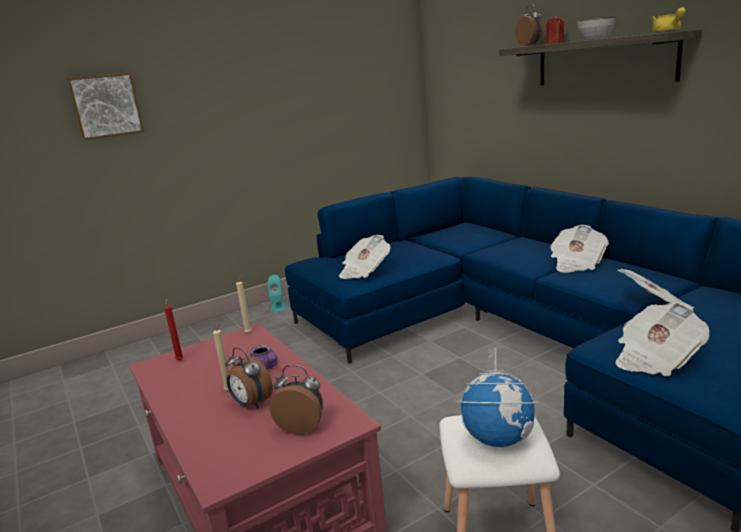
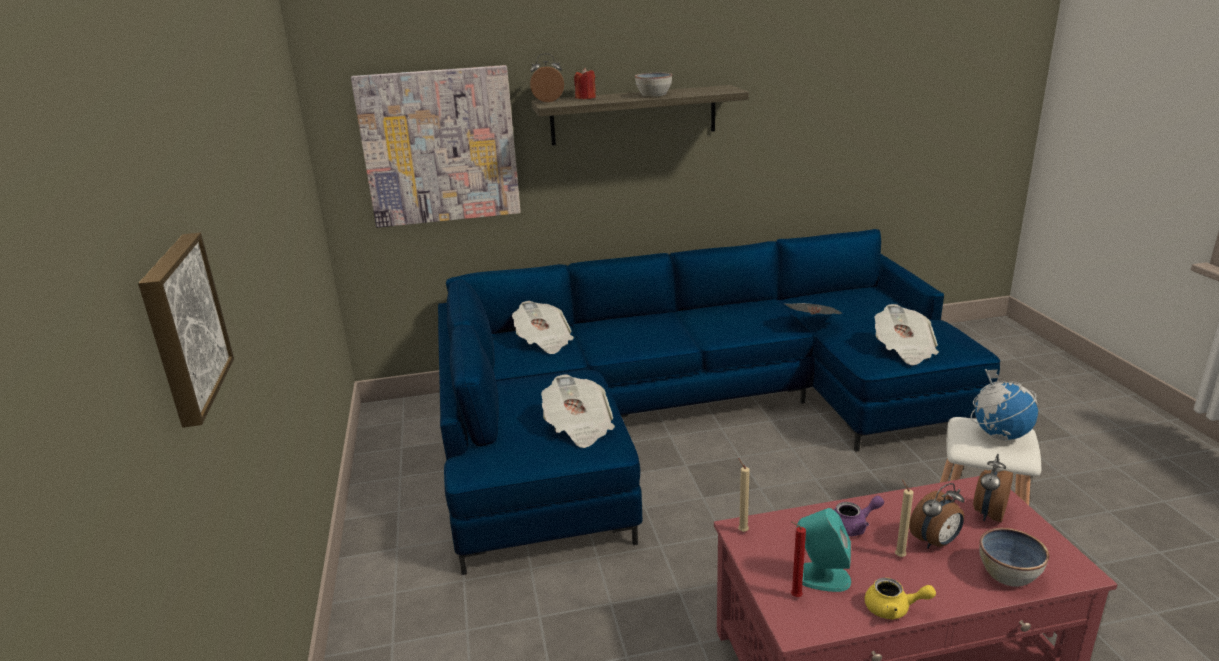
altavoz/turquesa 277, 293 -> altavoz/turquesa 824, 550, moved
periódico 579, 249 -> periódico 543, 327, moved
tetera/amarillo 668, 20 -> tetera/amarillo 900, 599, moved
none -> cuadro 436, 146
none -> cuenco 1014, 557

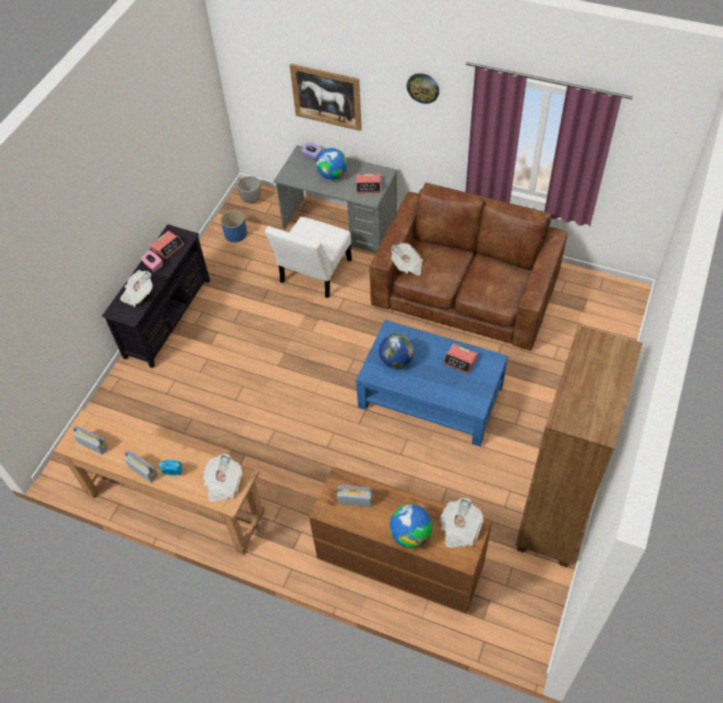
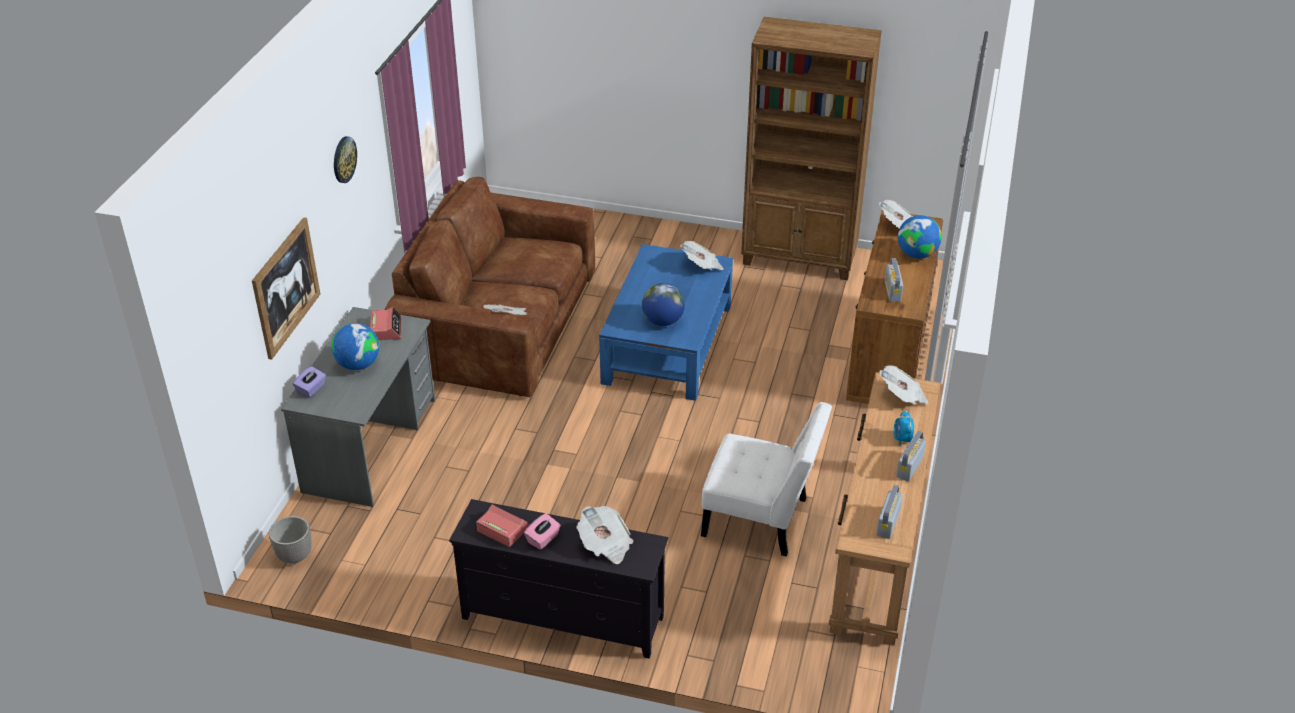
maceta/azul 234, 226 -> none
silla/blanco 308, 257 -> silla/blanco 766, 479, moved
despertador 460, 359 -> none
none -> periódico 702, 255

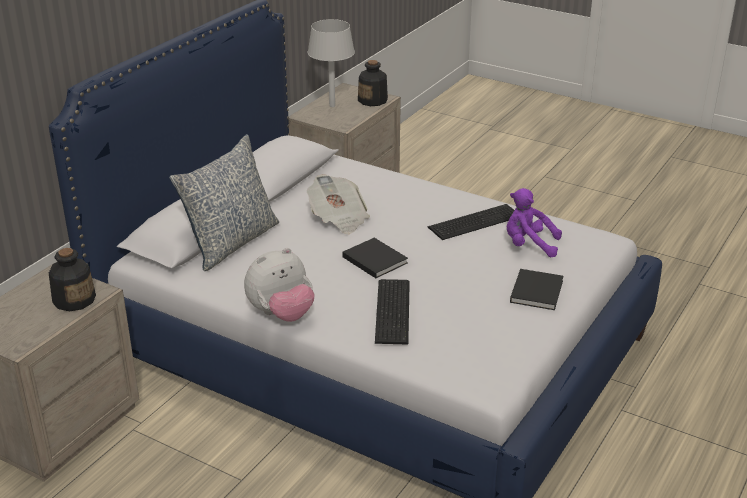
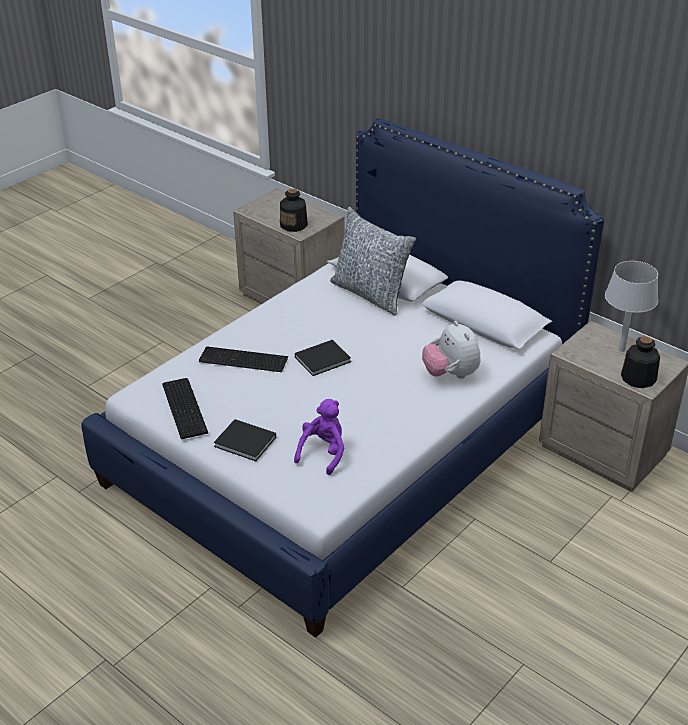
peluche 279, 285 -> peluche 451, 350, moved
periódico 338, 204 -> none
teclado 471, 222 -> teclado 185, 408, moved

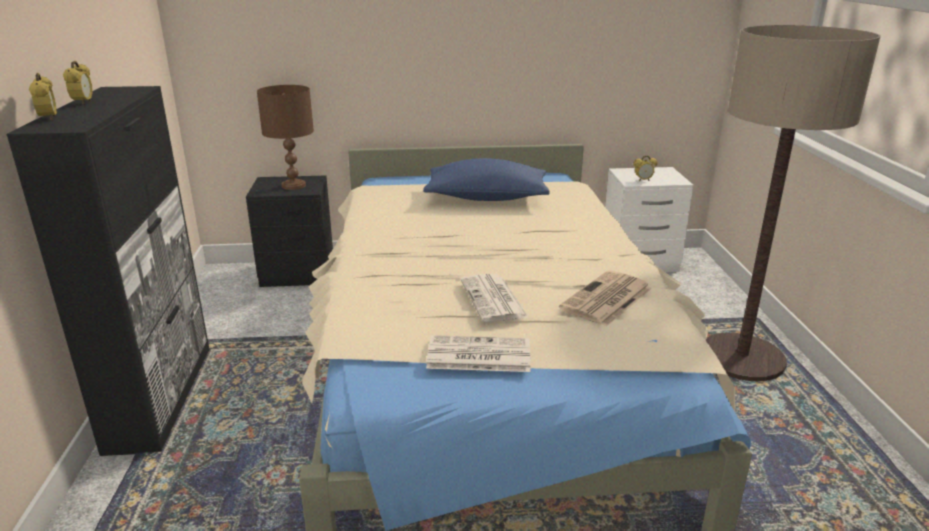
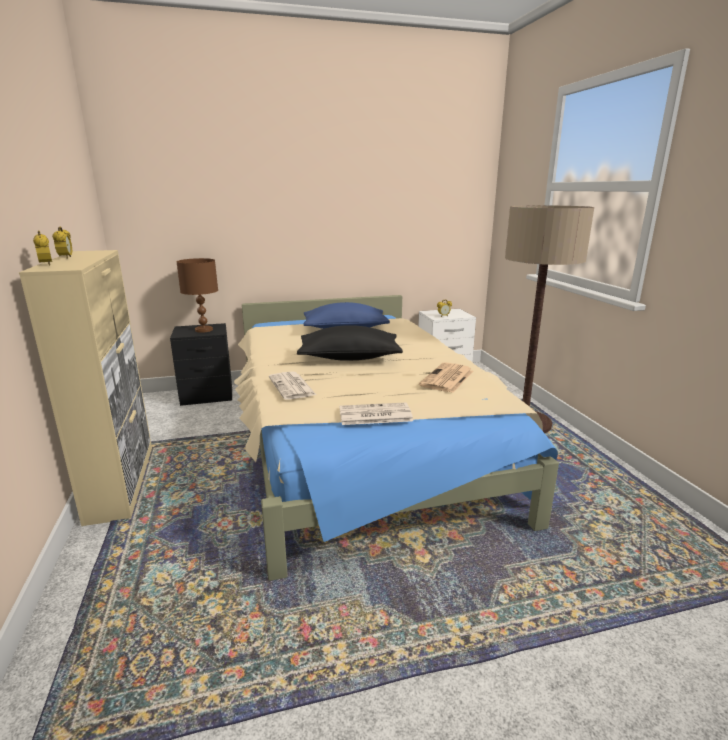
armario/negro 107, 271 -> armario/beis 85, 388
periódico 494, 298 -> periódico 292, 386, moved
none -> cojín/negro 350, 342

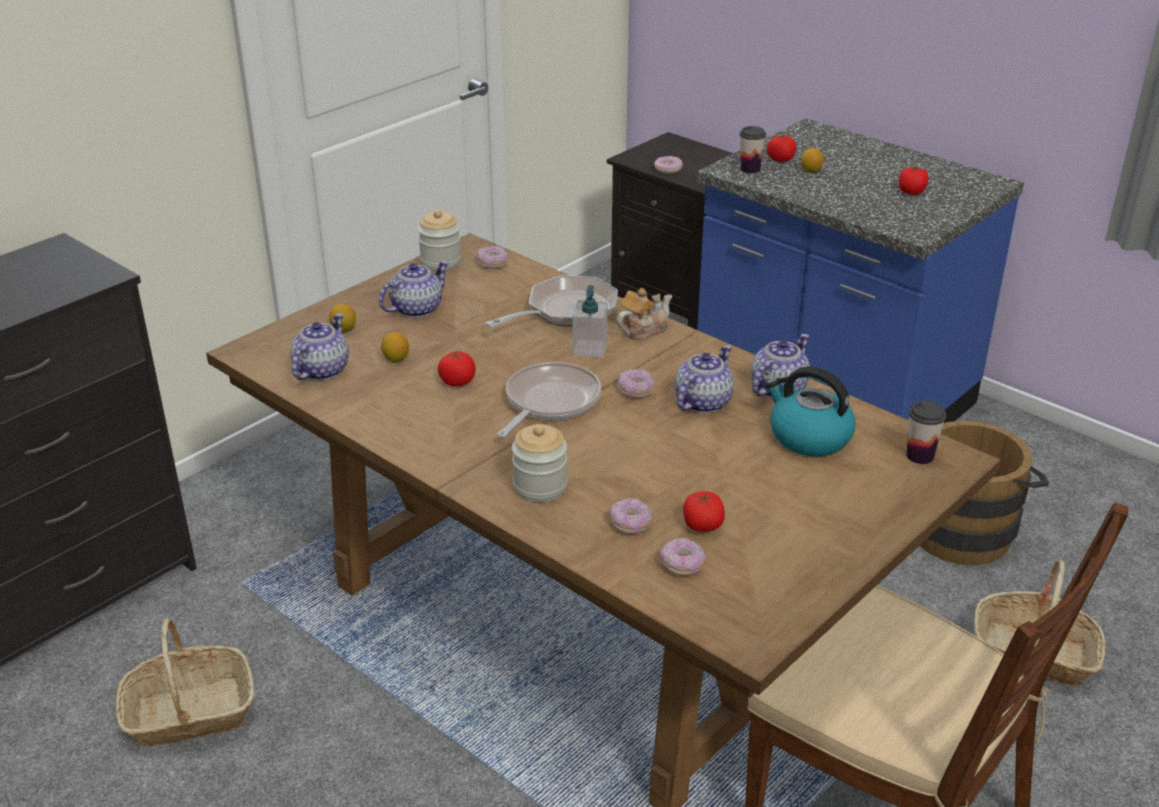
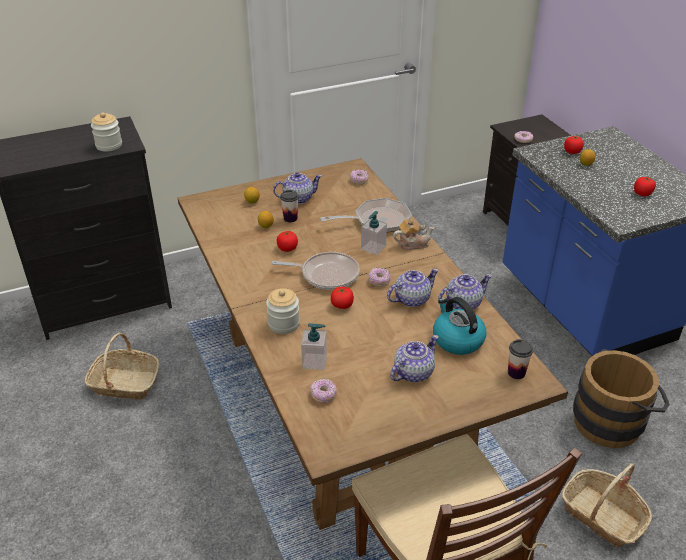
tetera 319, 346 -> tetera 414, 358, moved
tarro 440, 240 -> tarro 106, 132, moved
sartén 549, 400 -> sartén 316, 271, 45 degrees clockwise
rosquilla 631, 516 -> dispensador de jabón 314, 346
tomate 704, 511 -> tomate 342, 298, moved
taza 753, 149 -> taza 289, 206, moved

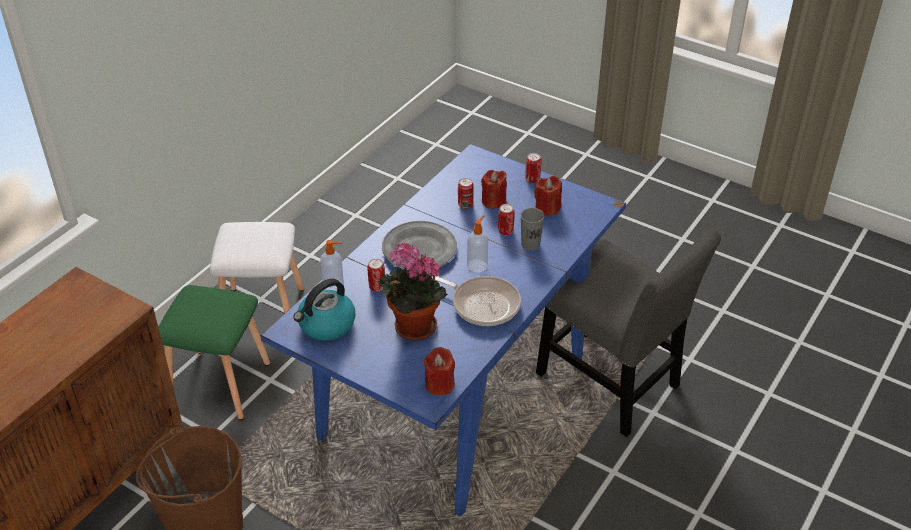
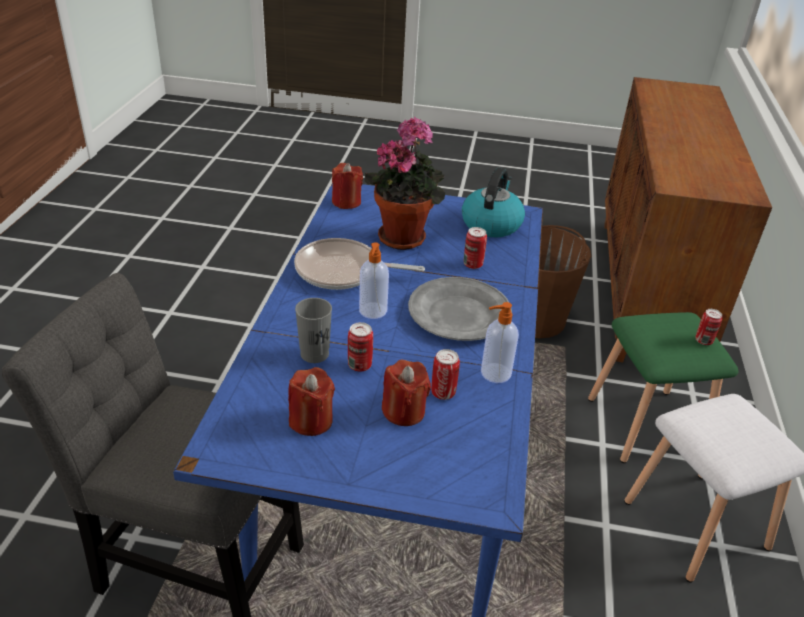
dispensador de jabón 332, 265 -> dispensador de jabón 500, 342, moved
lata 533, 168 -> lata 708, 327, moved

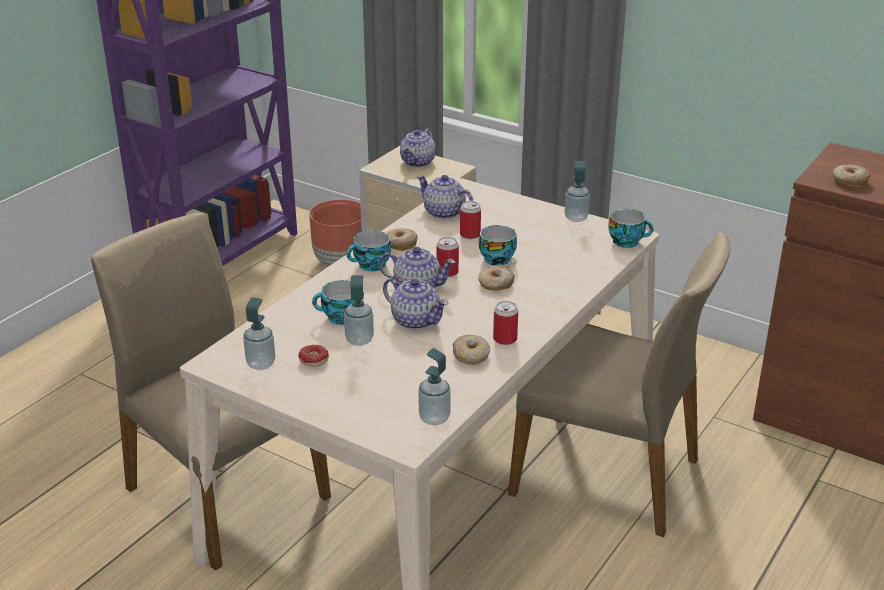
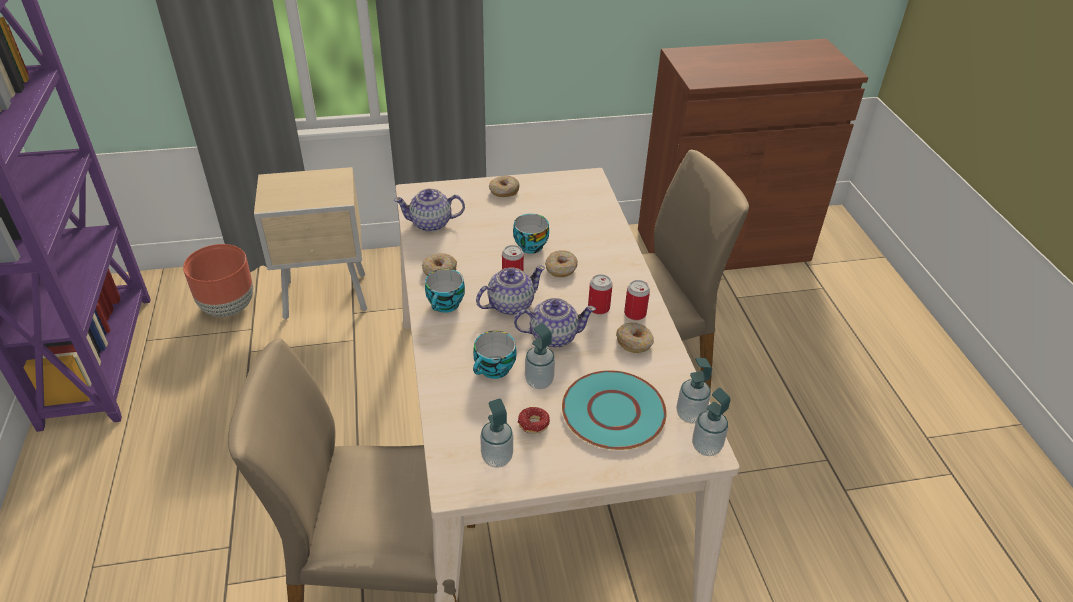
tetera 418, 147 -> none
lata 470, 220 -> lata 600, 294, moved
dispensador de jabón 577, 191 -> dispensador de jabón 711, 422, moved
taza 631, 228 -> none
rosquilla 852, 176 -> rosquilla 504, 186, moved
none -> plato/turquesa 614, 410

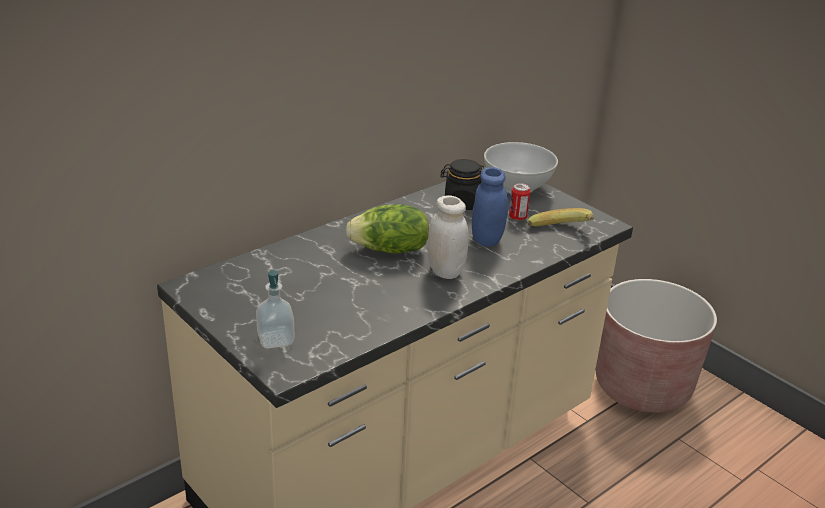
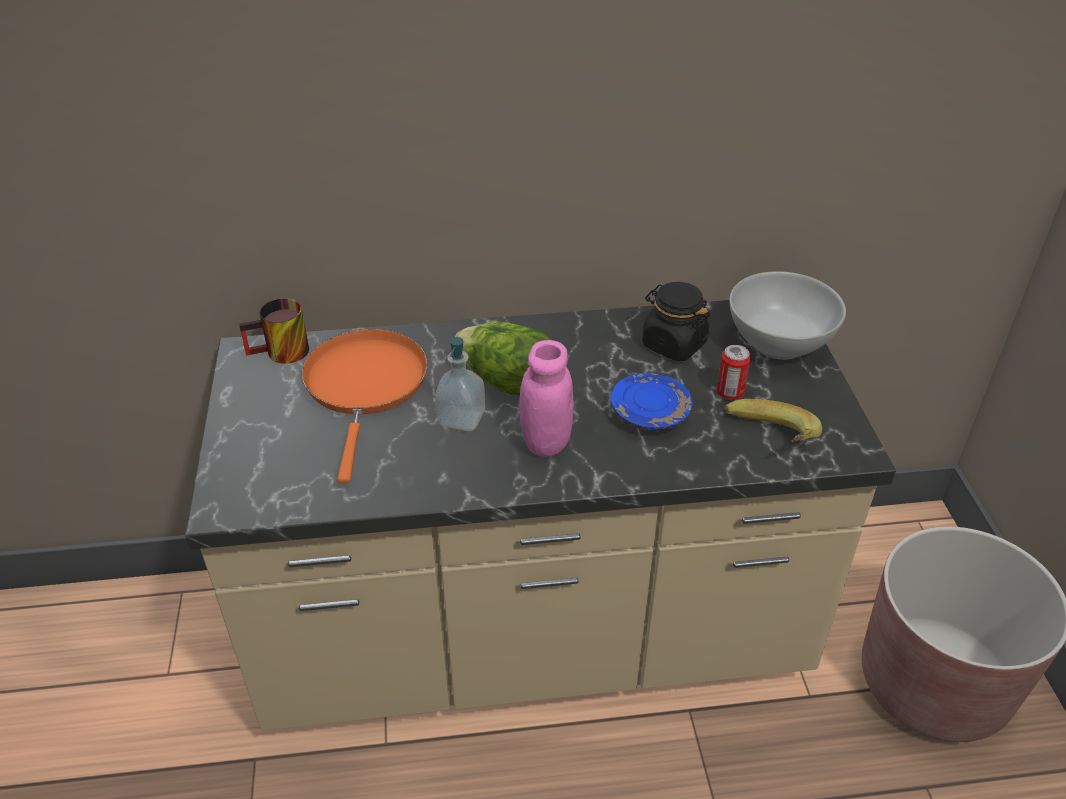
dispensador de jabón 275, 309 -> dispensador de jabón 460, 384, moved
tarro/blanco 448, 237 -> tarro/rosa 547, 398
tarro/azul 490, 207 -> plato/azul 651, 402
none -> taza grande 274, 331
none -> sartén/naranja 364, 406

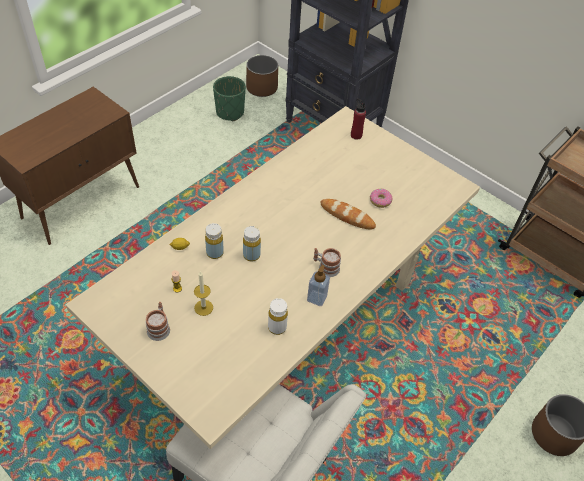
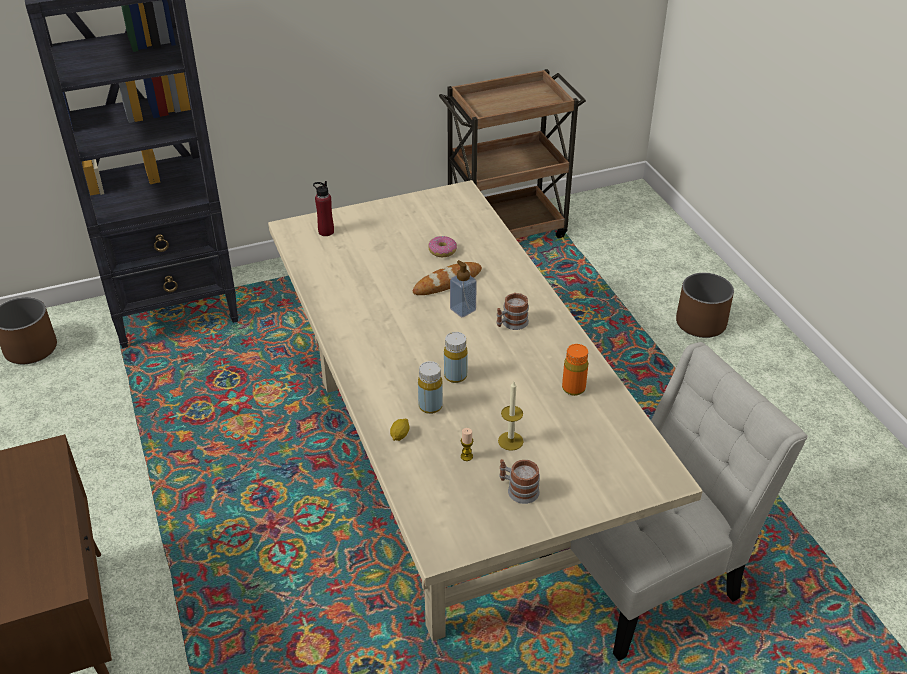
maceta/verde 229, 98 -> none
botella/blanco 278, 316 -> botella/naranja 575, 370
dispensador de jabón 318, 285 -> dispensador de jabón 463, 288, moved

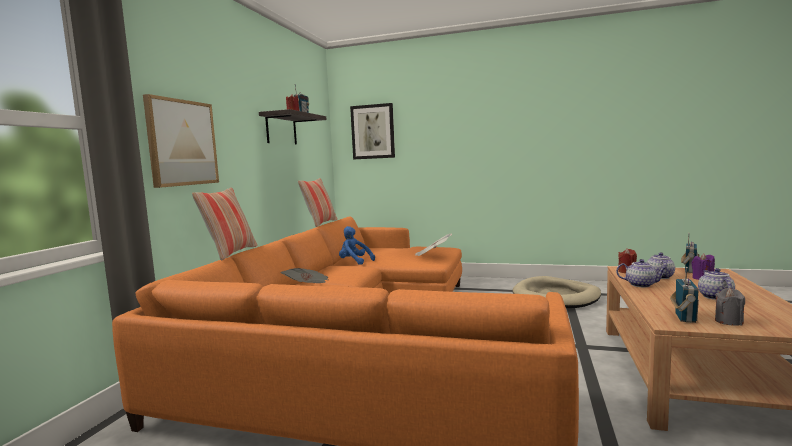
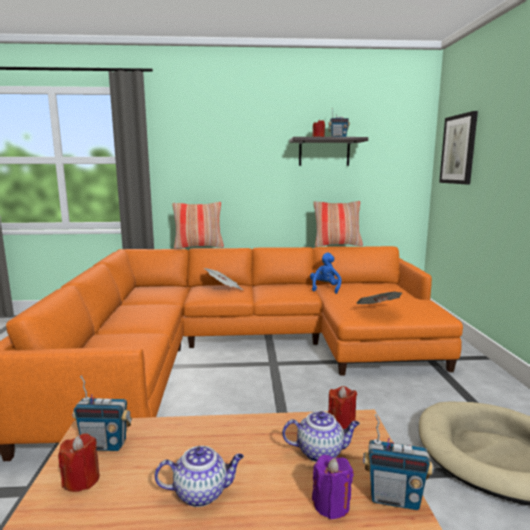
cuadro 181, 141 -> none
tetera 641, 273 -> none
vela/gris 730, 307 -> vela/rojo 79, 462

